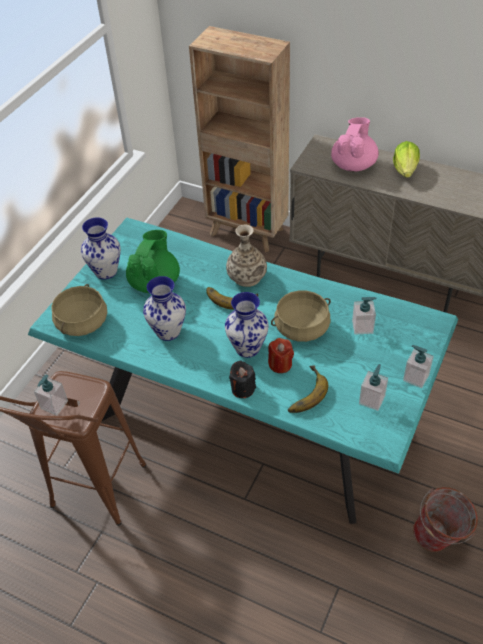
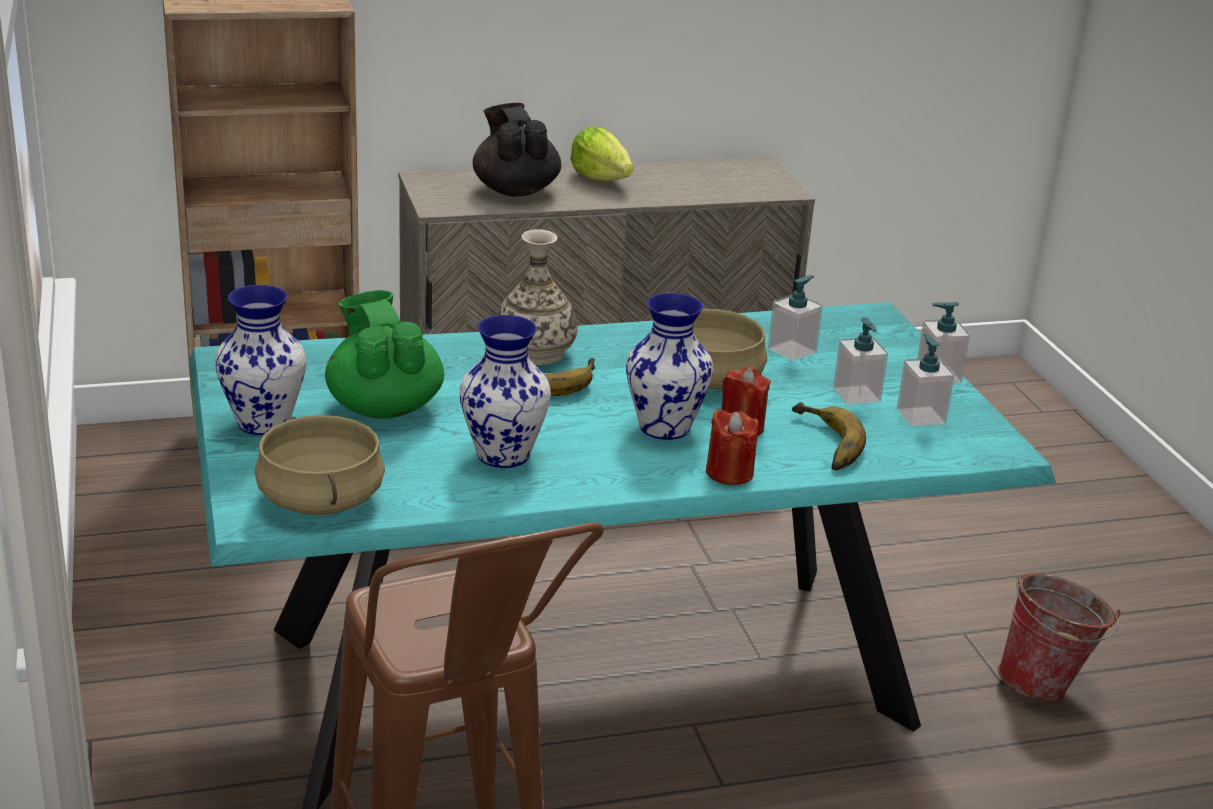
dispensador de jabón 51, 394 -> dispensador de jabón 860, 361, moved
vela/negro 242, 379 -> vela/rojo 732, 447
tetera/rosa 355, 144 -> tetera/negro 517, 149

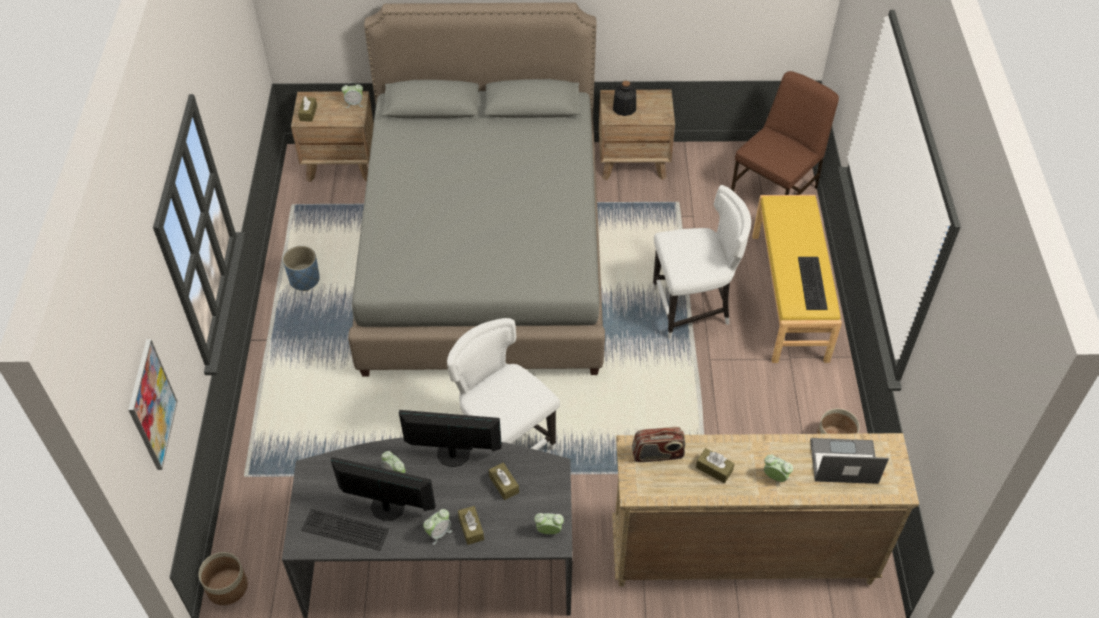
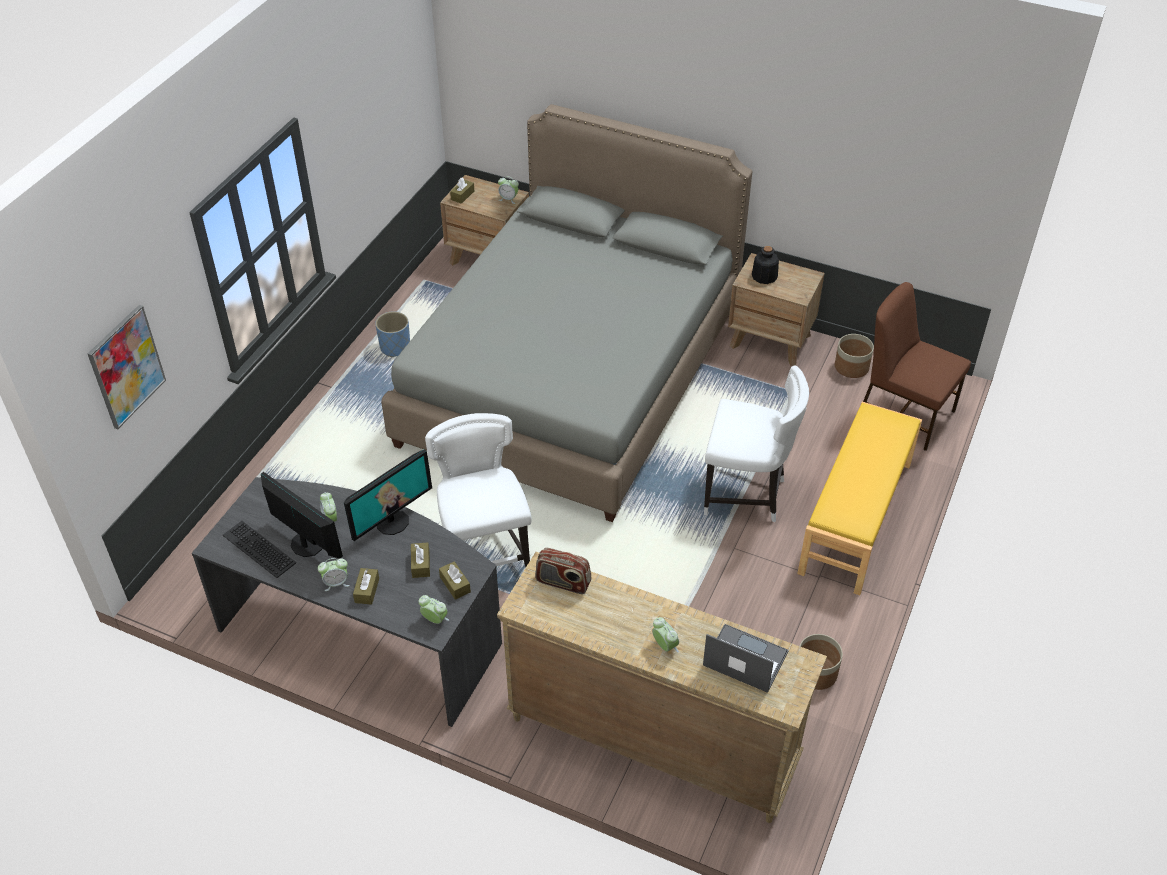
maceta 223, 578 -> maceta 854, 356, moved
monitor 450, 438 -> monitor 388, 495, 105 degrees clockwise
caja de pañuelos/marrón 715, 465 -> caja de pañuelos/marrón 455, 580, moved
silla/marrón 785, 133 -> silla/marrón 917, 366, 120 degrees counterclockwise
teclado 813, 283 -> none

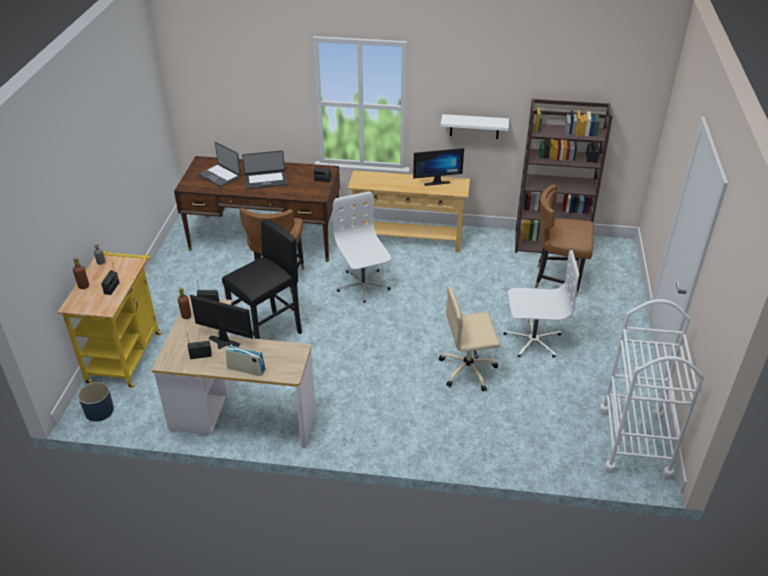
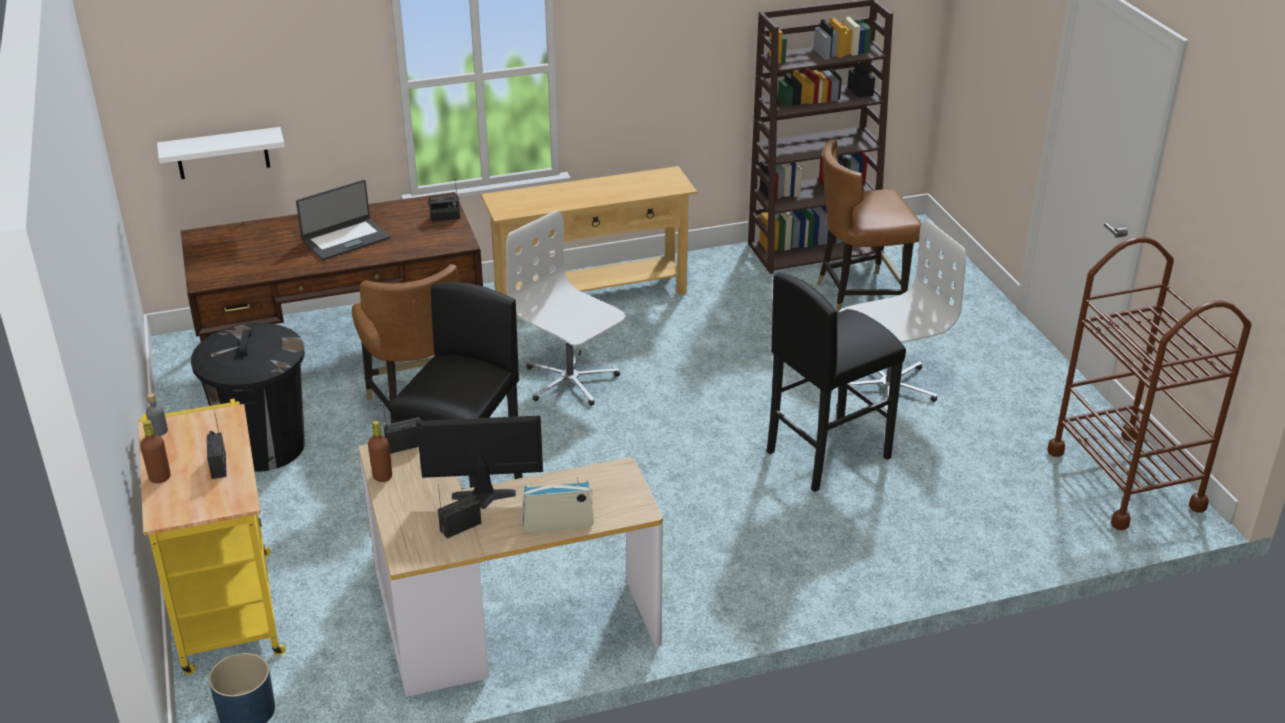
portátil 220, 164 -> none
monitor 438, 167 -> none
silla de oficina/beis 469, 339 -> taburete/negro 836, 382
estante/blanco 475, 126 -> estante/blanco 221, 153, moved
carrito/blanco 651, 389 -> carrito/marrón 1149, 383
none -> papelera/negro 248, 397

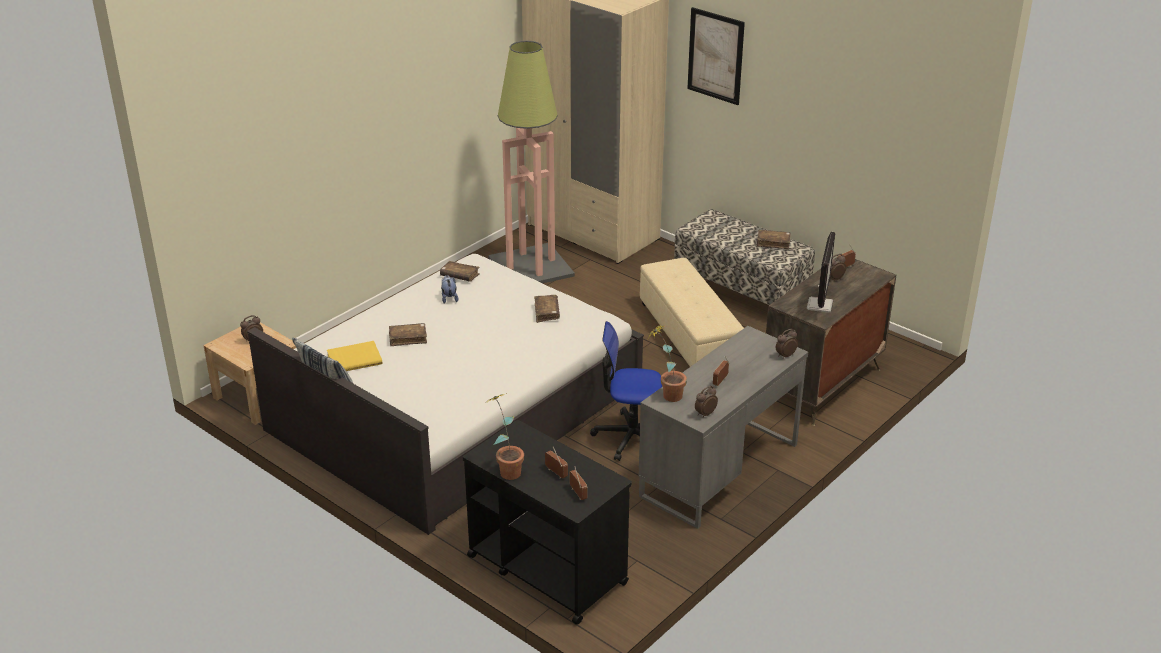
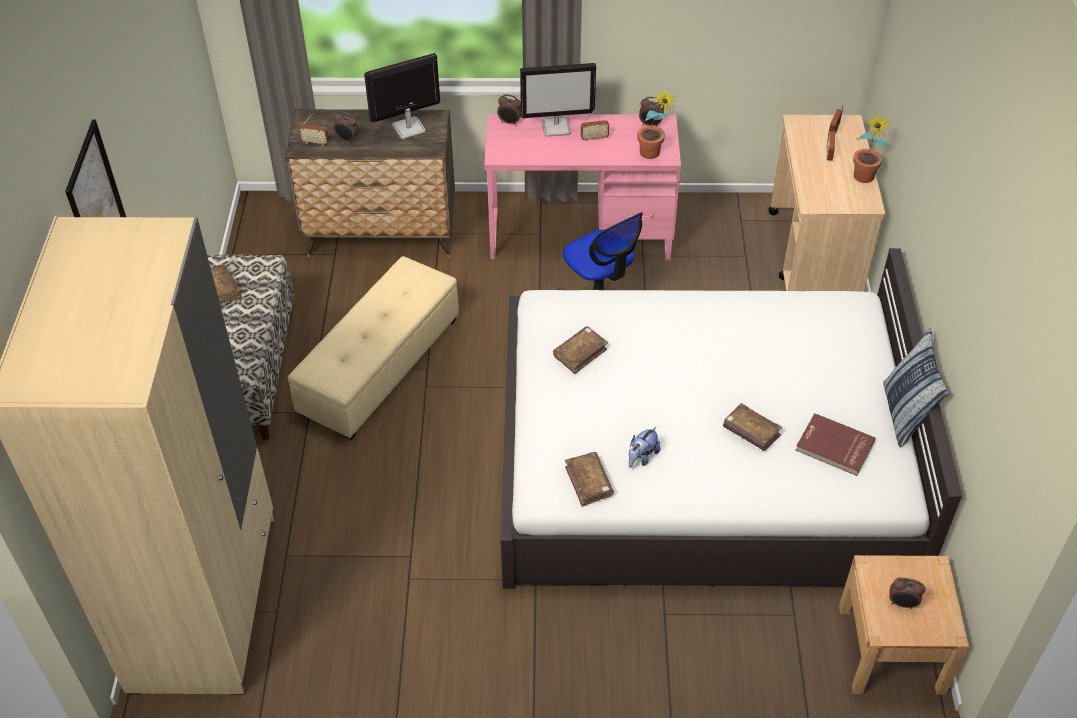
libro/amarillo 354, 356 -> libro/rojo 835, 444
carrito/negro 547, 522 -> carrito/beis 826, 203
lámpara de pie 531, 161 -> none
escritorio/gris 723, 427 -> escritorio/rosa 582, 187
none -> monitor 558, 99

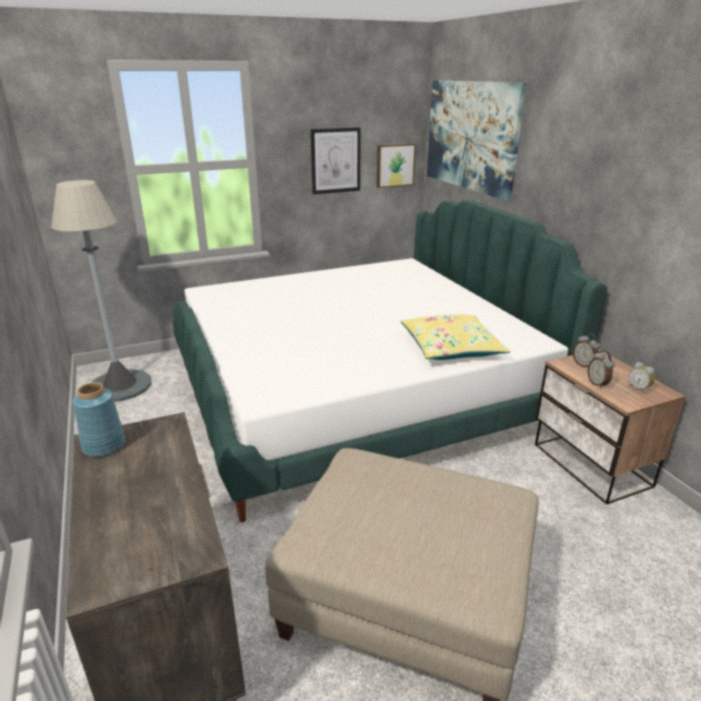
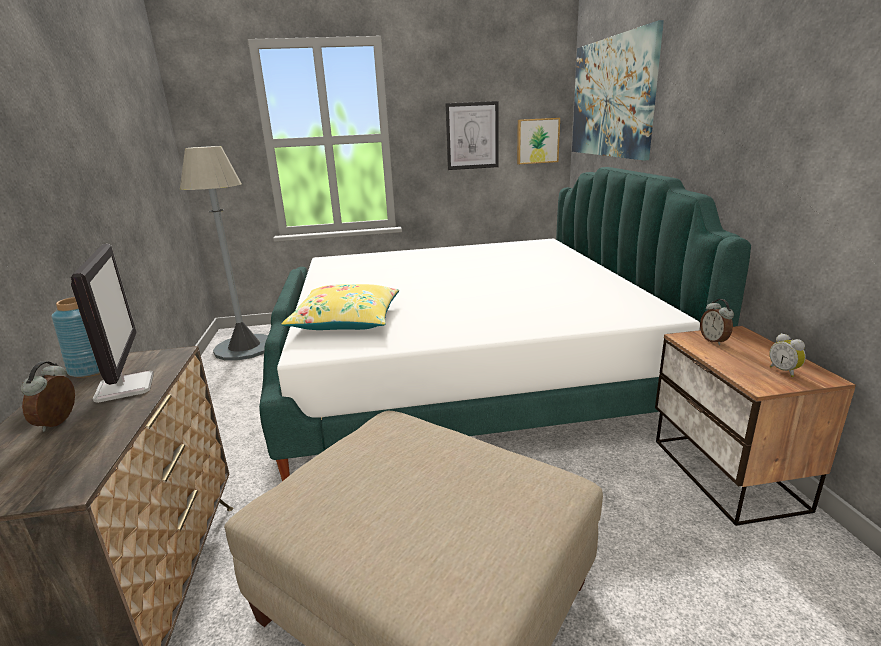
cojín/amarillo 456, 337 -> cojín/amarillo 340, 307, moved
despertador 601, 369 -> despertador 47, 396, moved
none -> monitor 112, 323

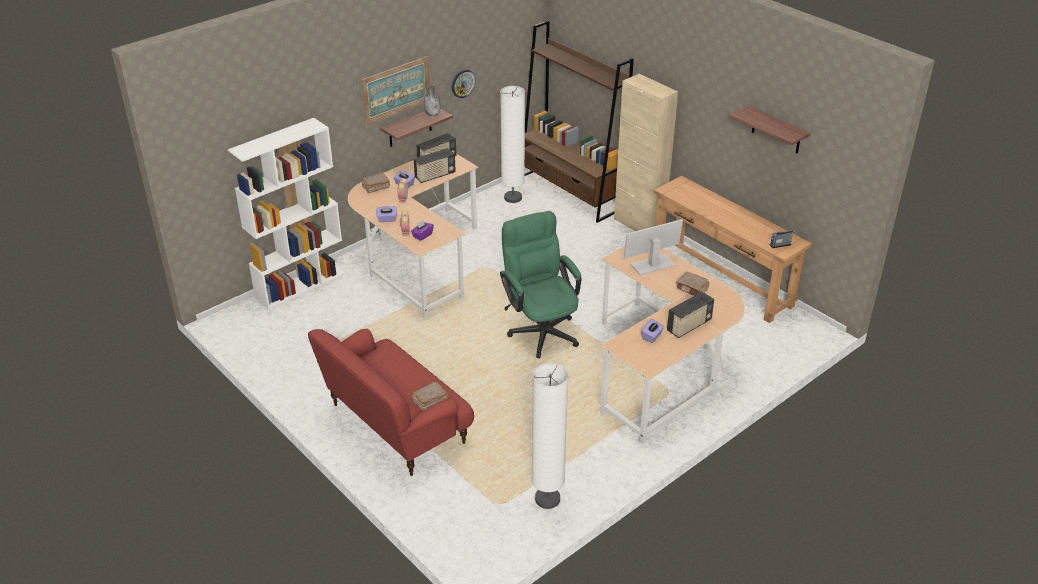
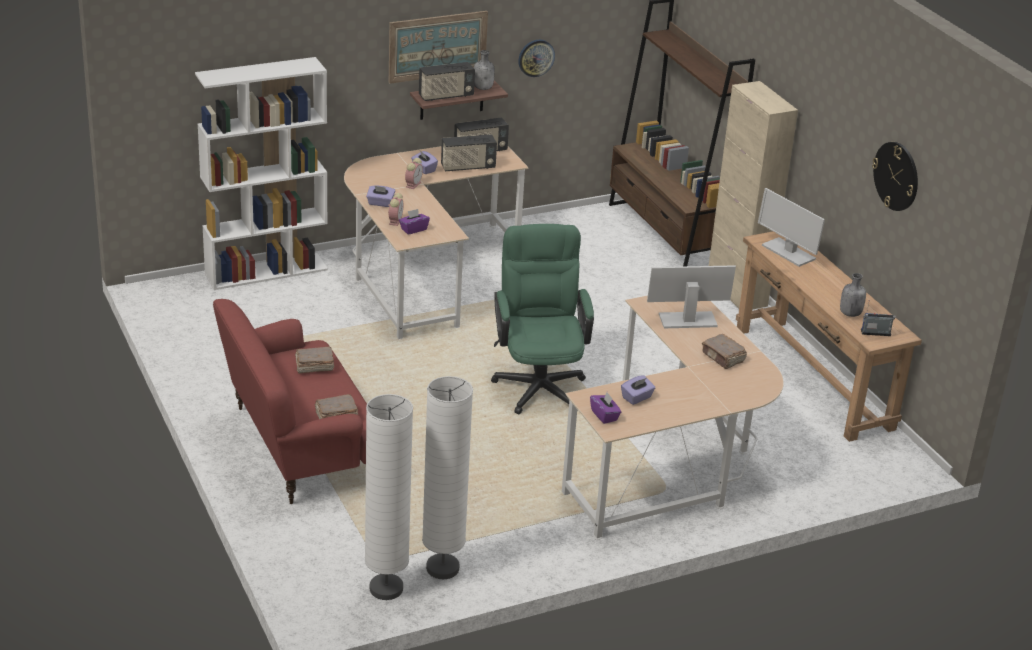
libro/marrón 375, 183 -> libro/marrón 314, 360, moved
lámpara de pie/blanco 512, 144 -> lámpara de pie/blanco 389, 497, moved
radio 690, 315 -> radio 447, 81, moved
estante 769, 129 -> reloj de pared 895, 176
none -> caja de pañuelos/morado 605, 408
none -> monitor 791, 227
none -> botella/gris 853, 295

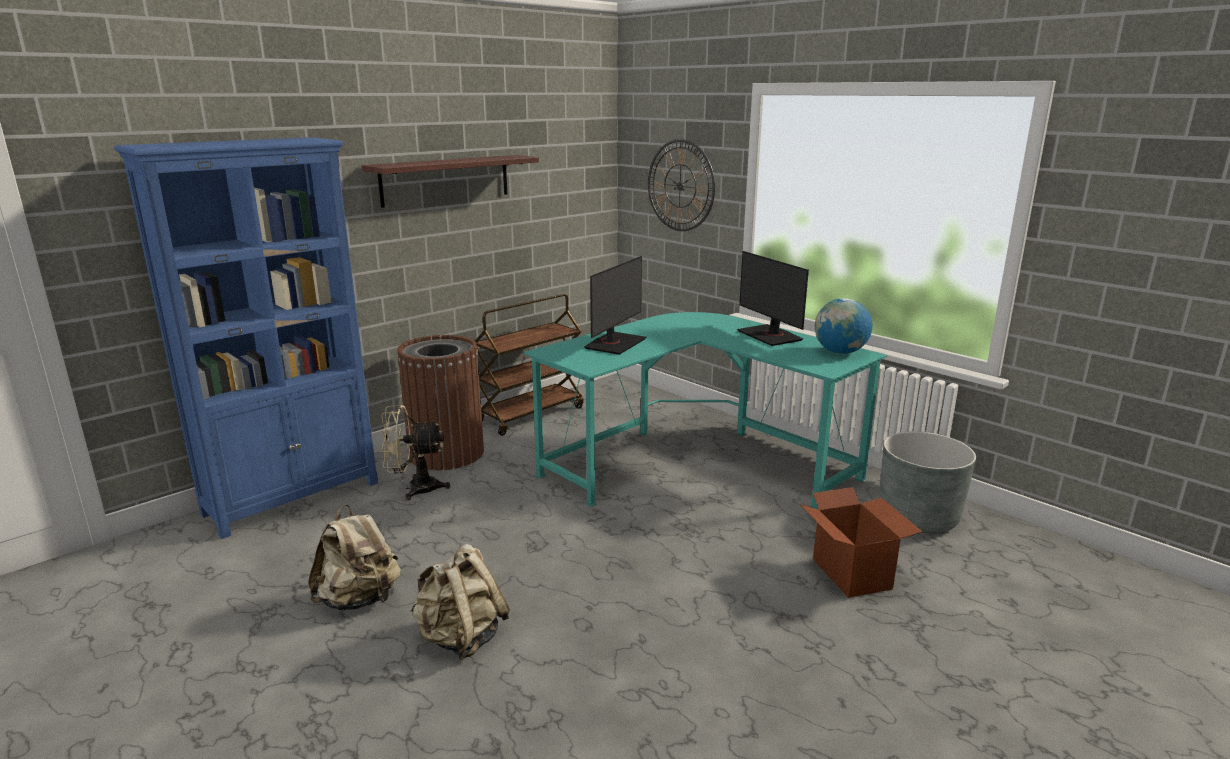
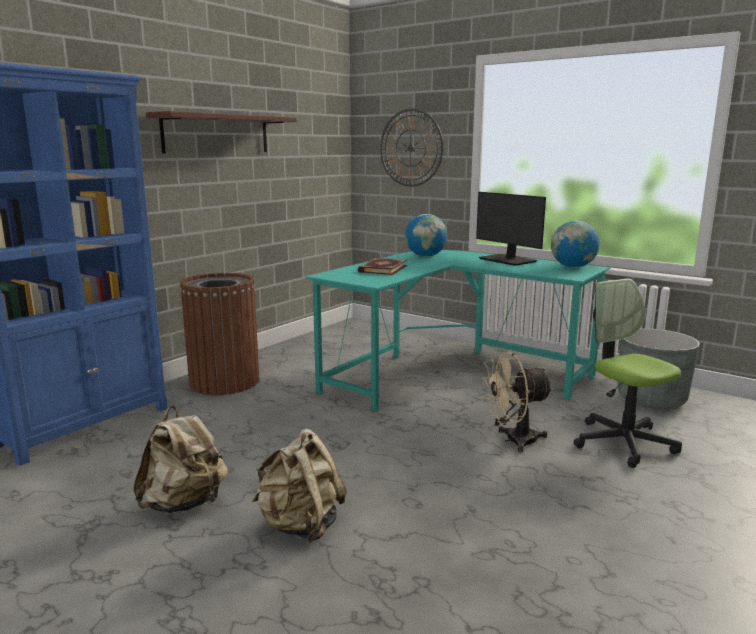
ventilador/beis 414, 452 -> ventilador/beis 517, 402, moved
carrito/marrón 529, 365 -> none
monitor 615, 305 -> libro 382, 266
caja de cartón 861, 542 -> silla de oficina 627, 373
none -> globo terráqueo 426, 235

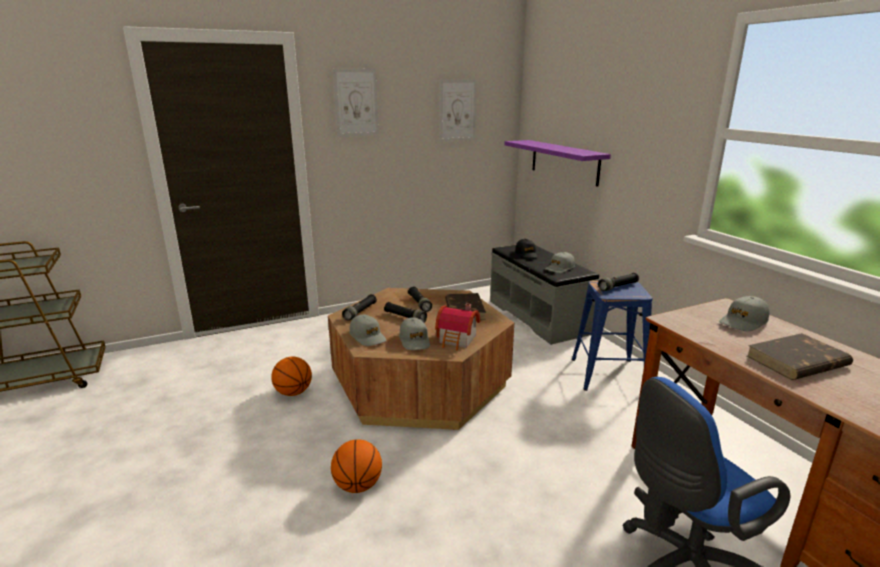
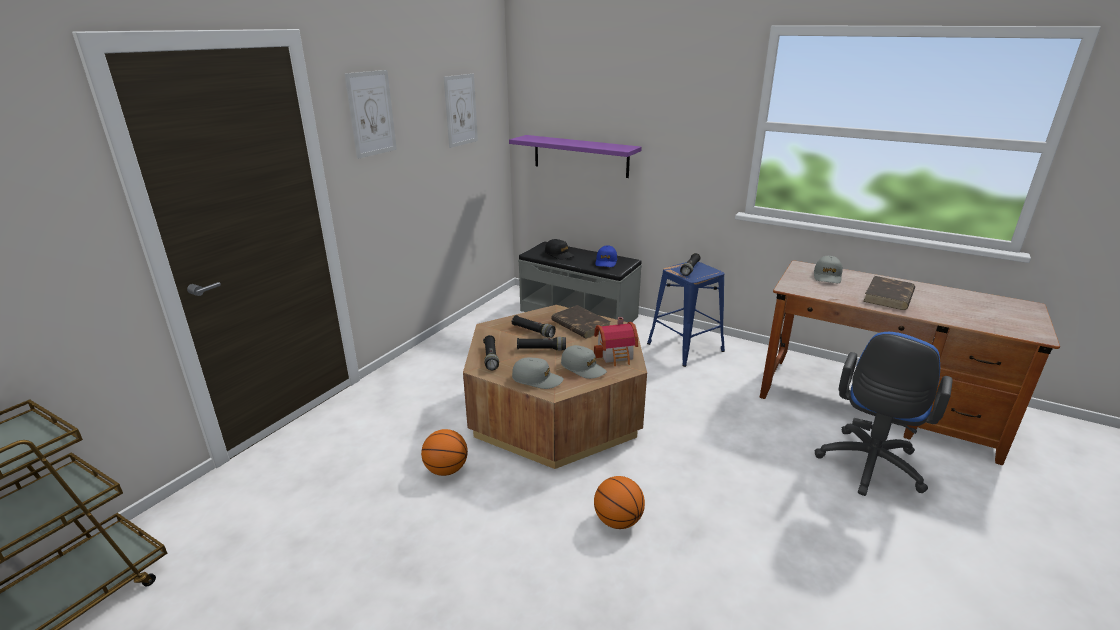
gorra/gris 560, 262 -> gorra/azul 606, 256

